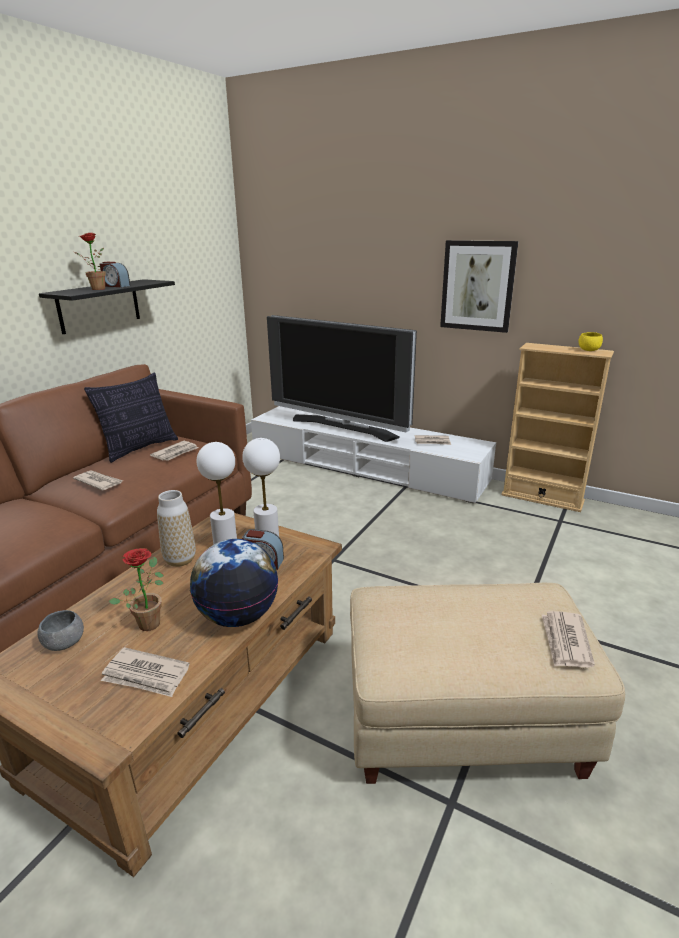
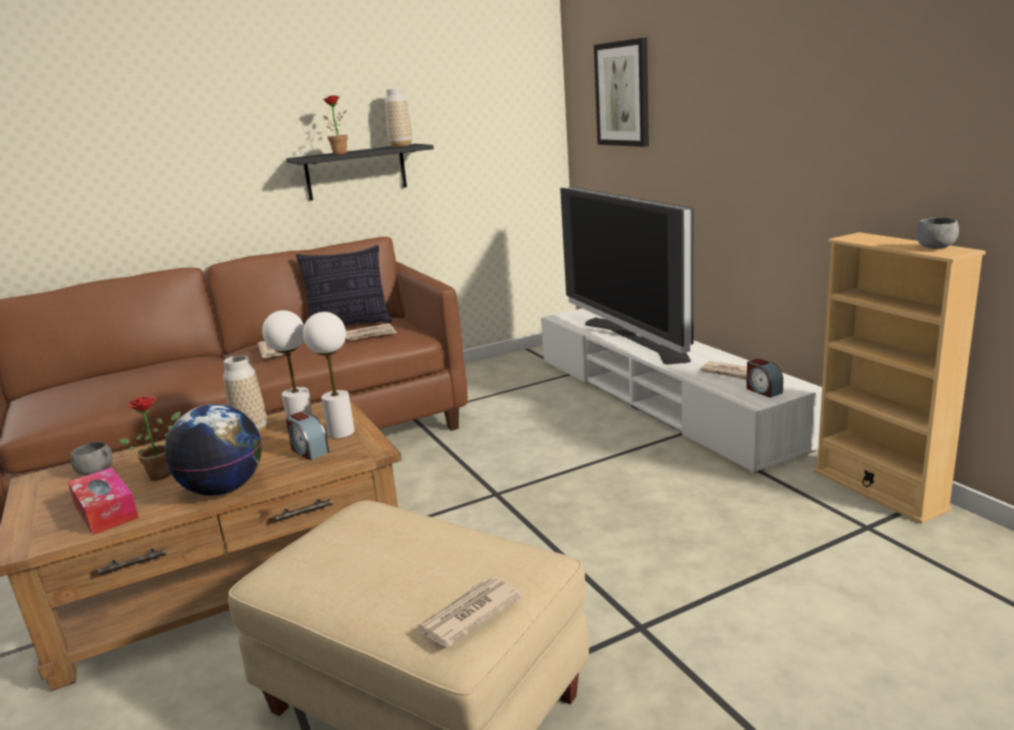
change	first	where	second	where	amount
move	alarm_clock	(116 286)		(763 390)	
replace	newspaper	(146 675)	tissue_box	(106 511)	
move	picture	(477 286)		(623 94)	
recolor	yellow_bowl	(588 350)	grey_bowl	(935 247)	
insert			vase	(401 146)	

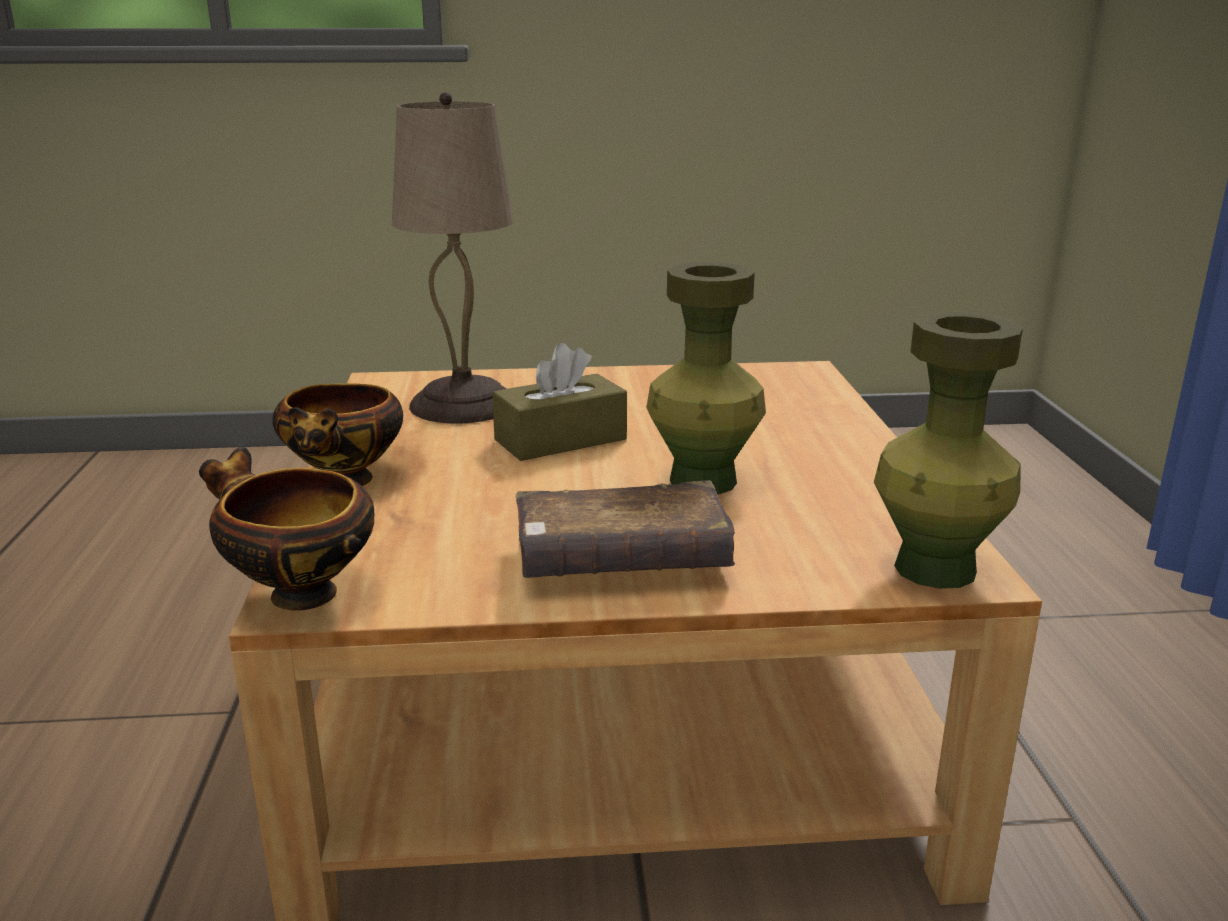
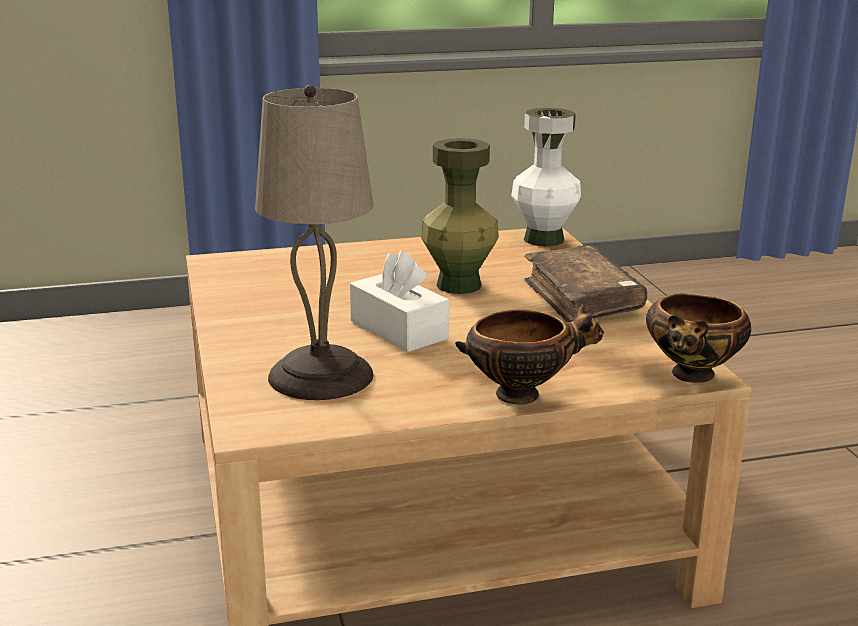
change	first	where	second	where	amount
recolor	brown_tissue_box	(560 439)	white_tissue_box	(398 330)	
recolor	green_vase	(935 569)	white_vase	(544 239)	

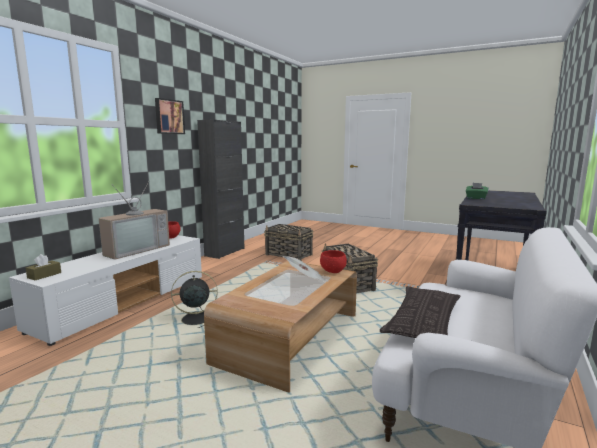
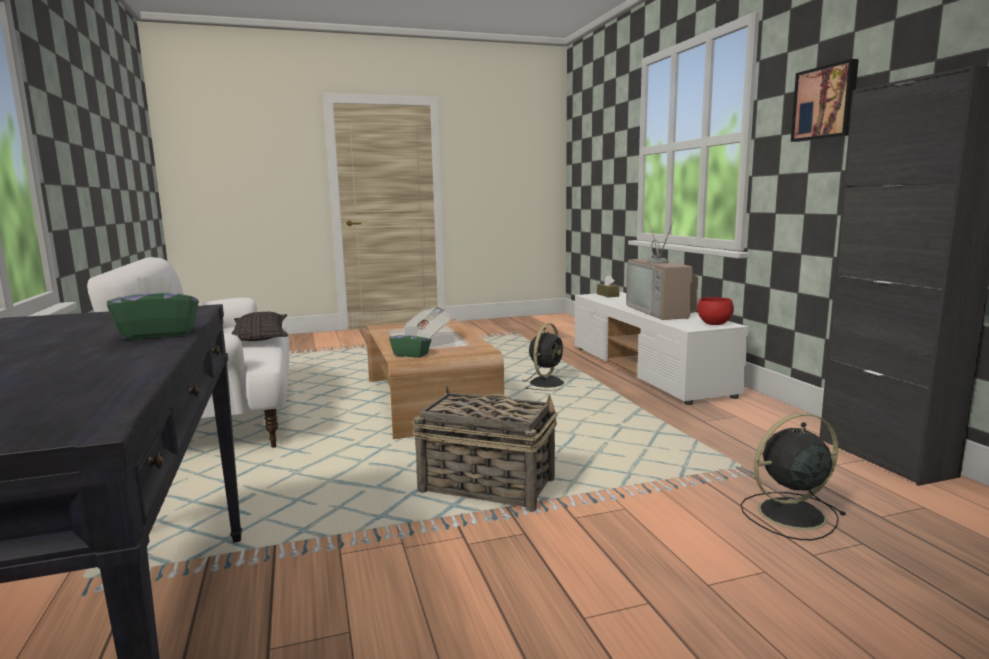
change	first	where	second	where	amount
replace	basket	(289 255)	black_fan	(789 514)	
replace	red_bowl	(333 272)	green_tissue_box	(411 354)	

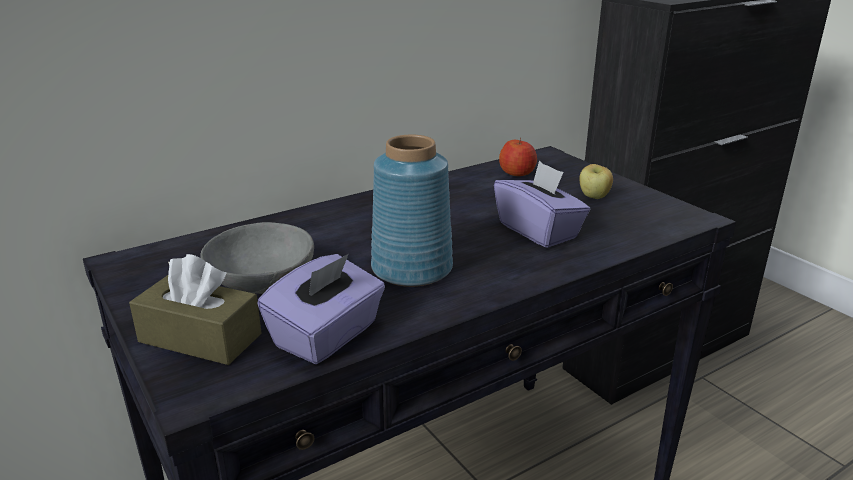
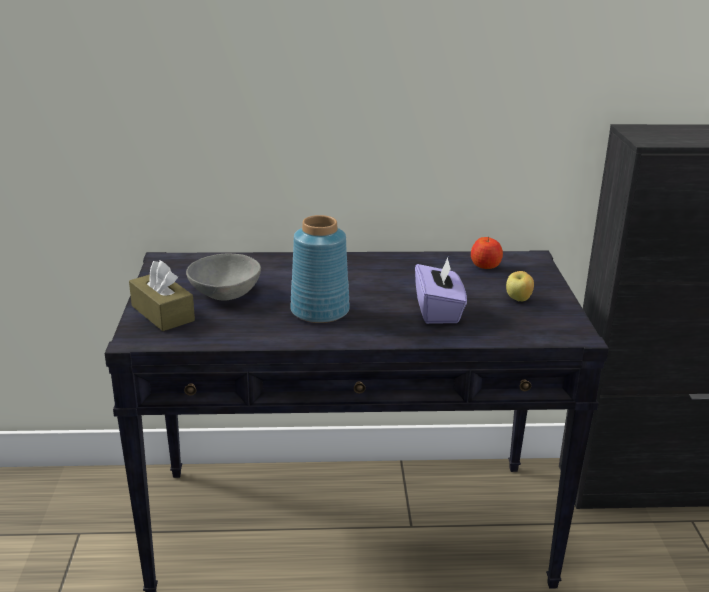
change	first	where	second	where	amount
delete	purple_tissue_box	(327 336)			

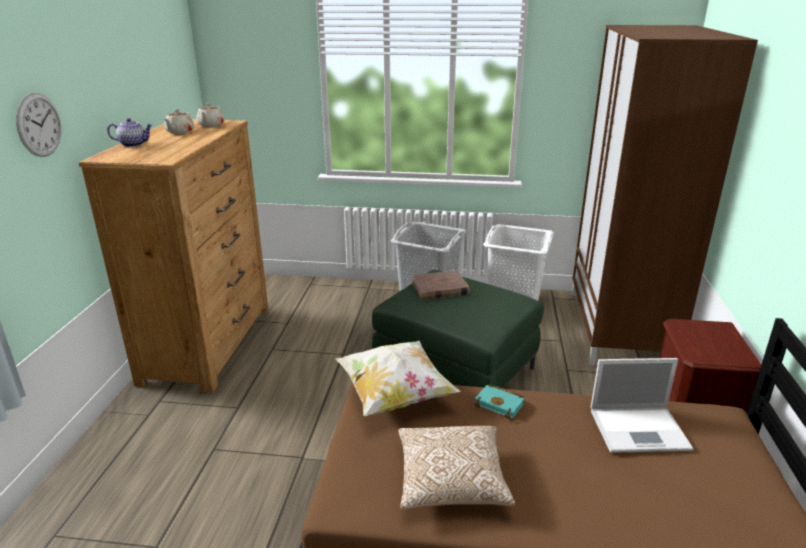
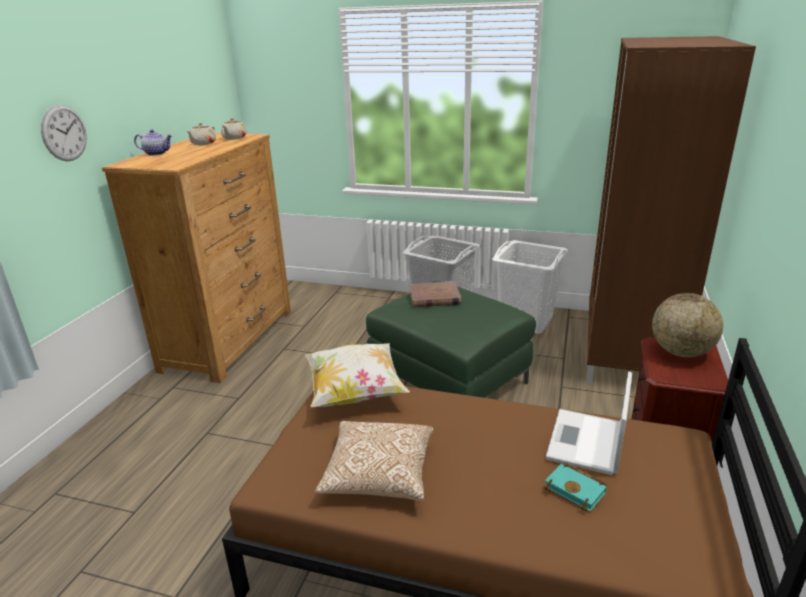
change	first	where	second	where	amount
move	turquoise_book	(501 404)		(577 490)	
rotate	laptop	(640 429)		(586 443)	105 degrees clockwise
insert			globe	(681 352)	

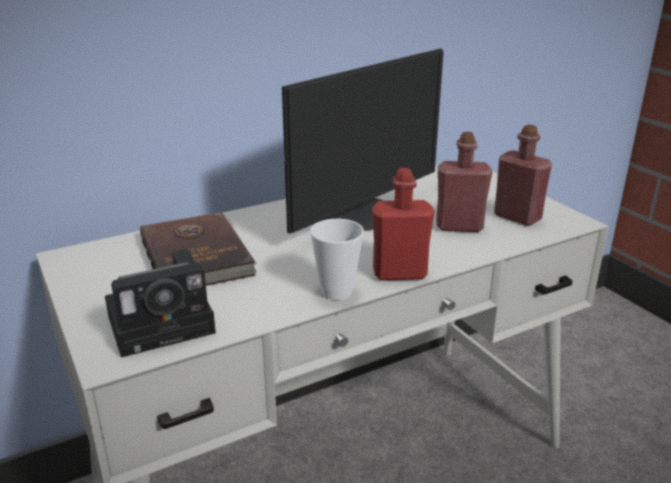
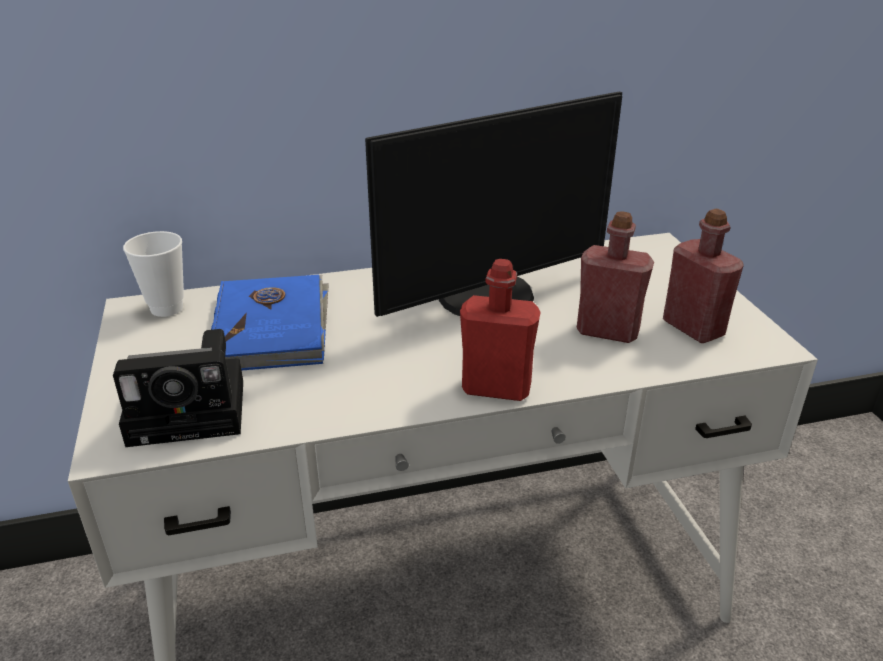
change	first	where	second	where	amount
recolor	brown_book	(198 255)	blue_book	(273 327)	
move	cup	(337 292)		(167 308)	

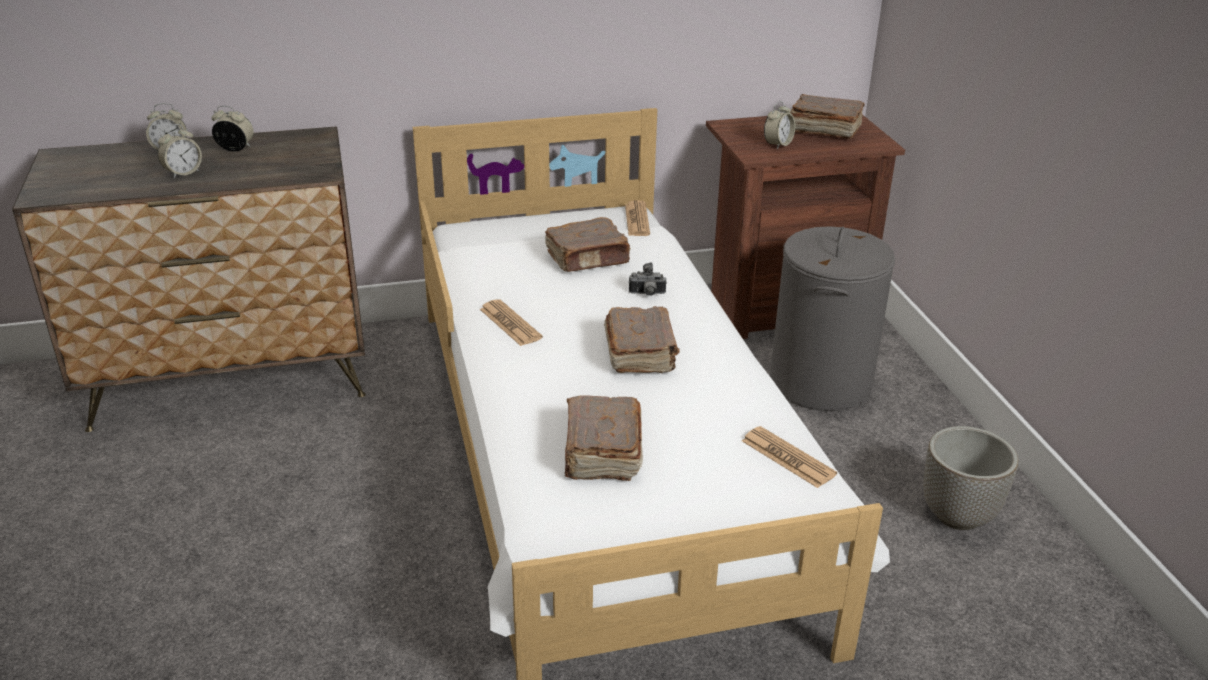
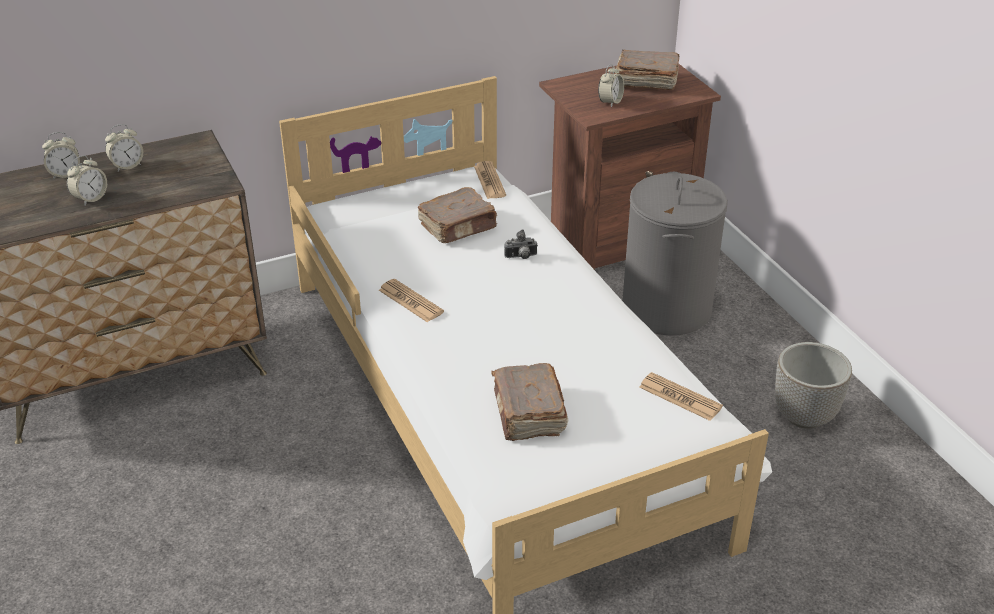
change	first	where	second	where	amount
rotate	alarm_clock	(235 149)		(127 166)	150 degrees clockwise
delete	brown_book	(640 353)			

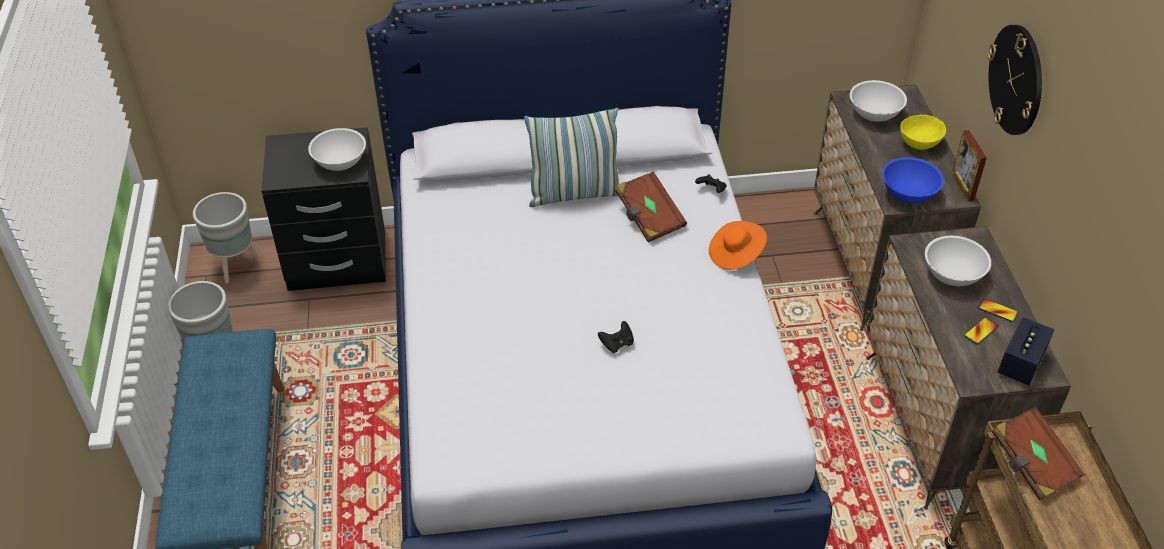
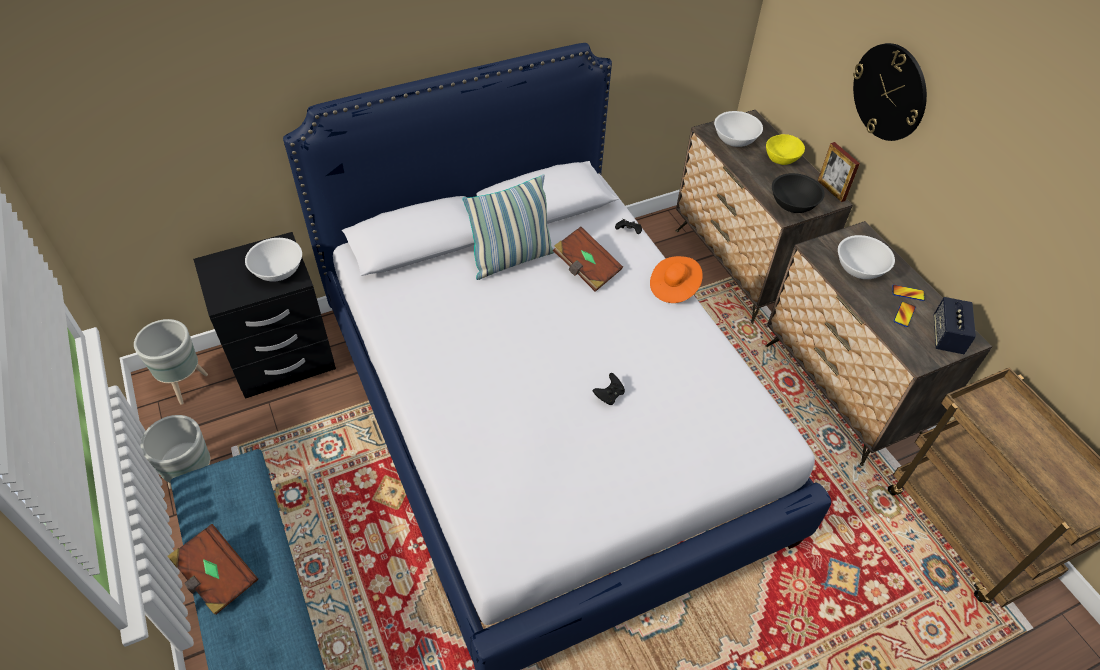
change	first	where	second	where	amount
recolor	blue_bowl	(908 193)	black_bowl	(793 204)	
move	brown_book	(1031 464)		(216 577)	

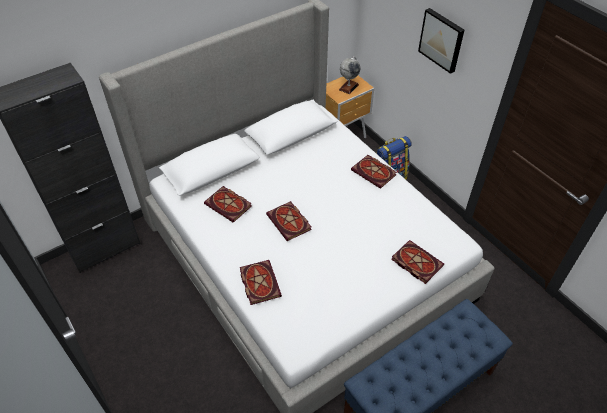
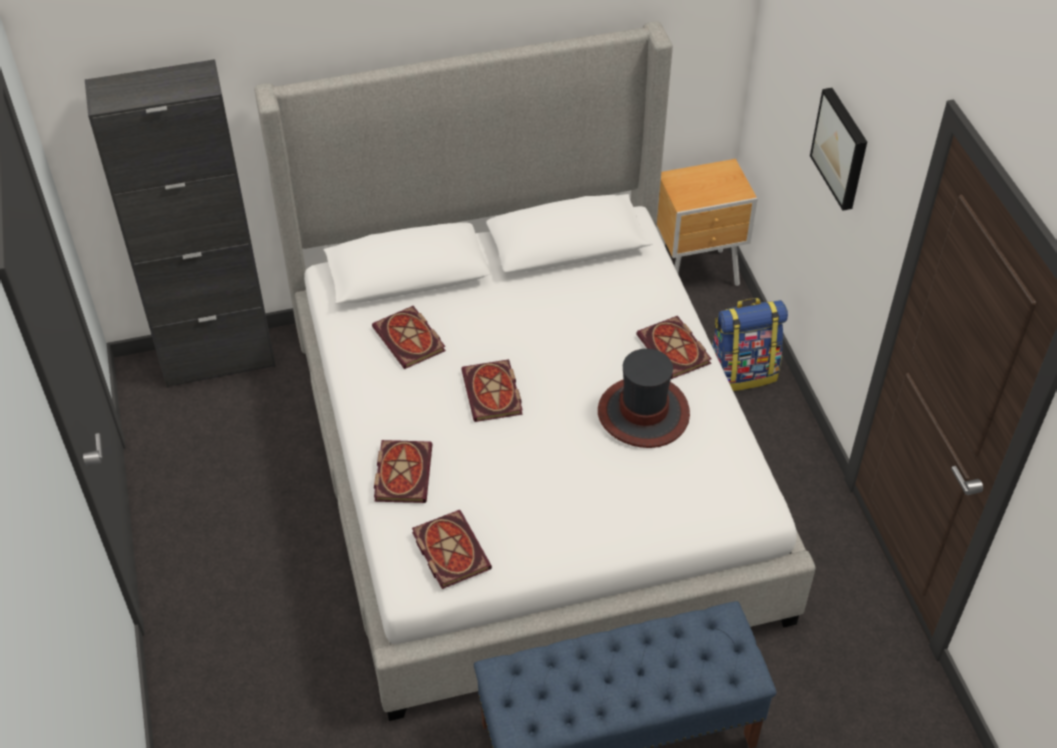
change	first	where	second	where	amount
delete	globe	(348 87)			
move	book	(415 262)		(448 550)	
insert			hat	(644 413)	

